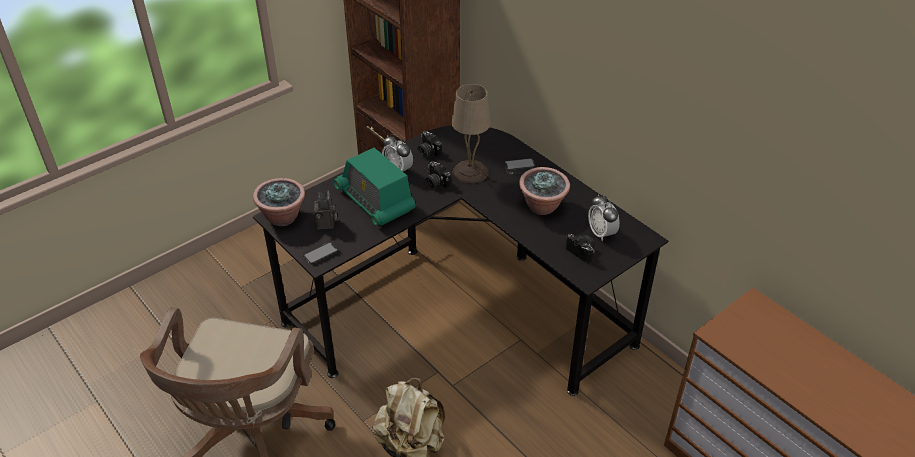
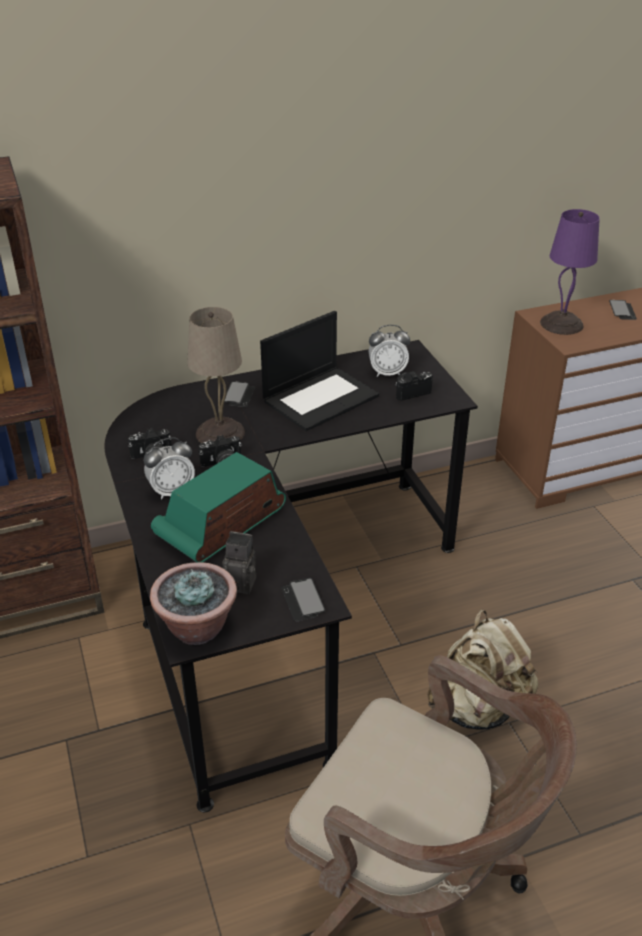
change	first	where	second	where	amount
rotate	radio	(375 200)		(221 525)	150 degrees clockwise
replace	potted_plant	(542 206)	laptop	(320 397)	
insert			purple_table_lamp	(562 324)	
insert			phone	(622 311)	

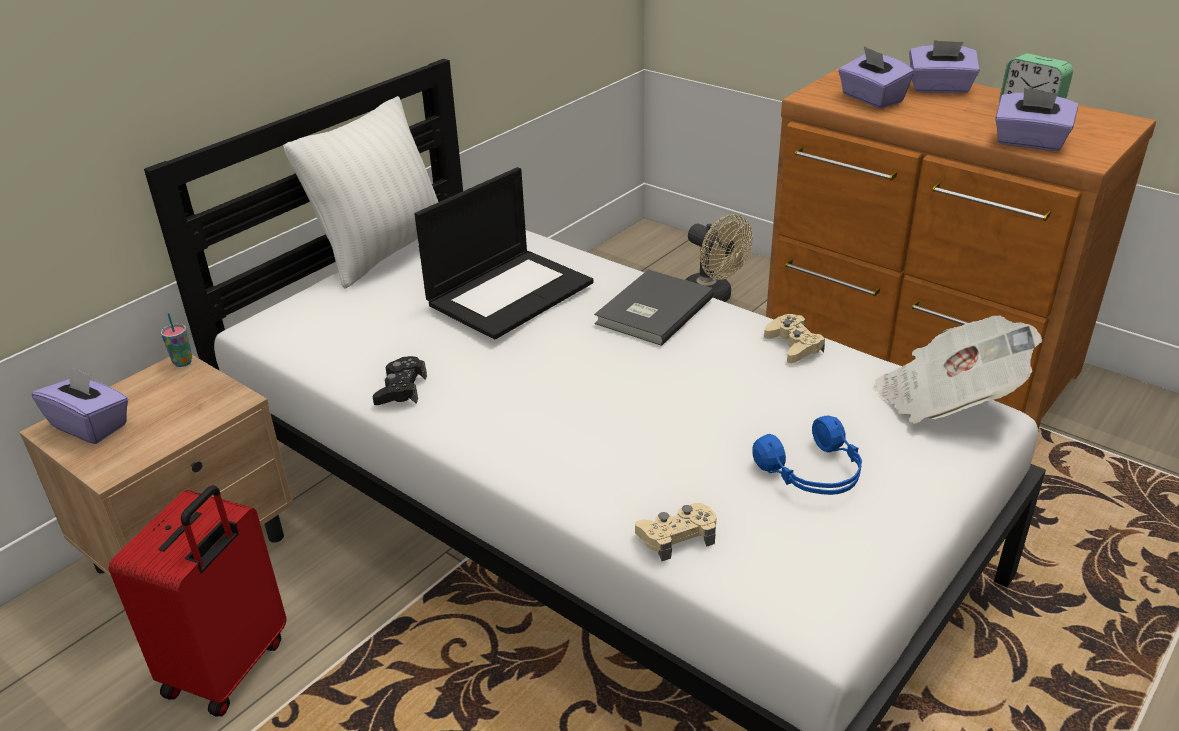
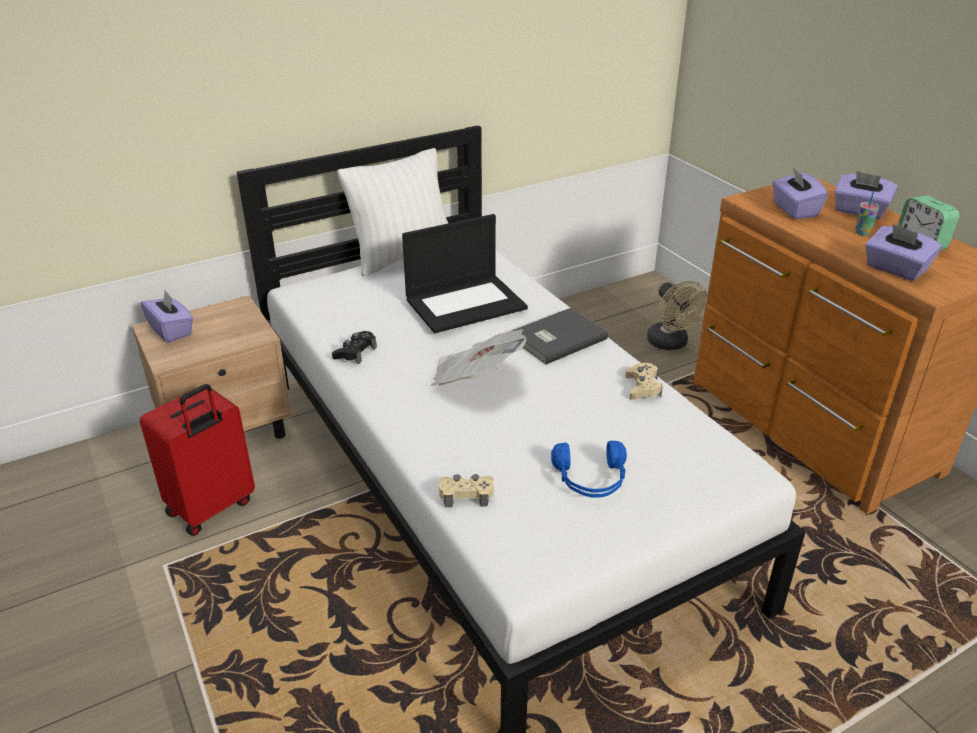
change	first	where	second	where	amount
move	cup	(183 362)		(862 232)	
move	newspaper	(947 399)		(476 379)	

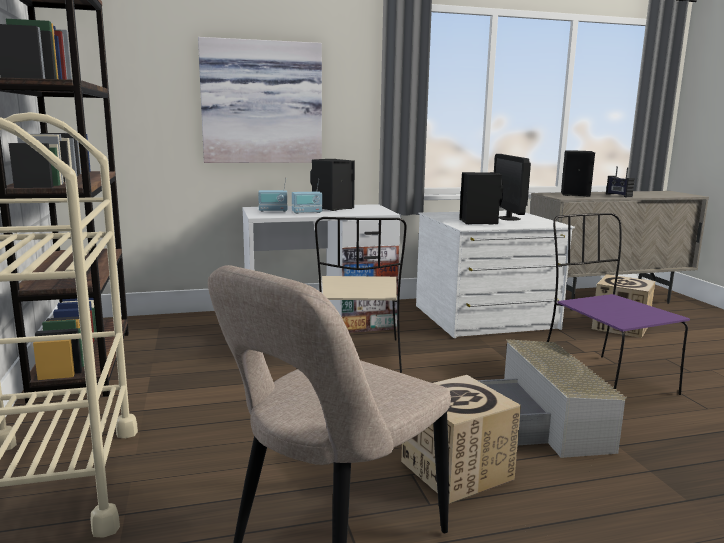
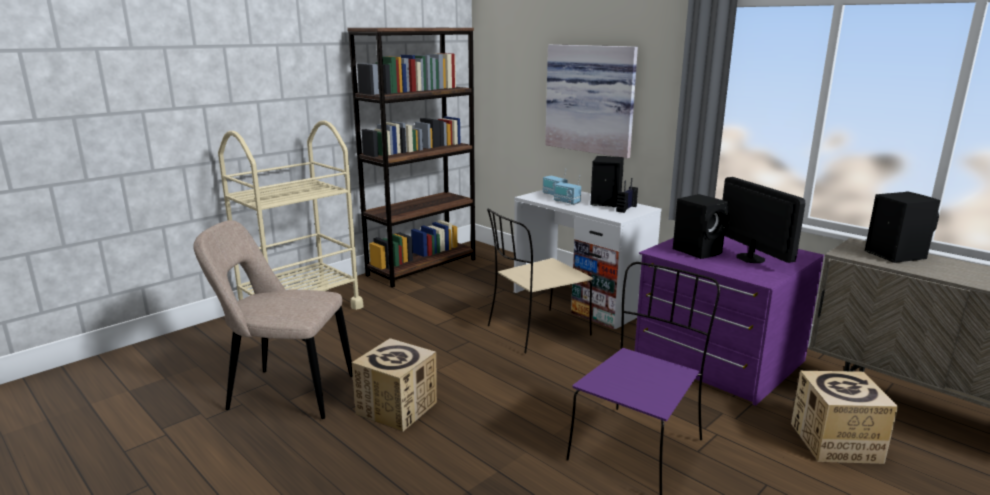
change	first	where	second	where	amount
recolor	white_dresser	(486 318)	purple_dresser	(717 359)	
delete	grey_storage_box	(539 422)			
rotate	monitor	(509 218)		(750 258)	105 degrees clockwise
move	radio	(618 195)		(626 209)	

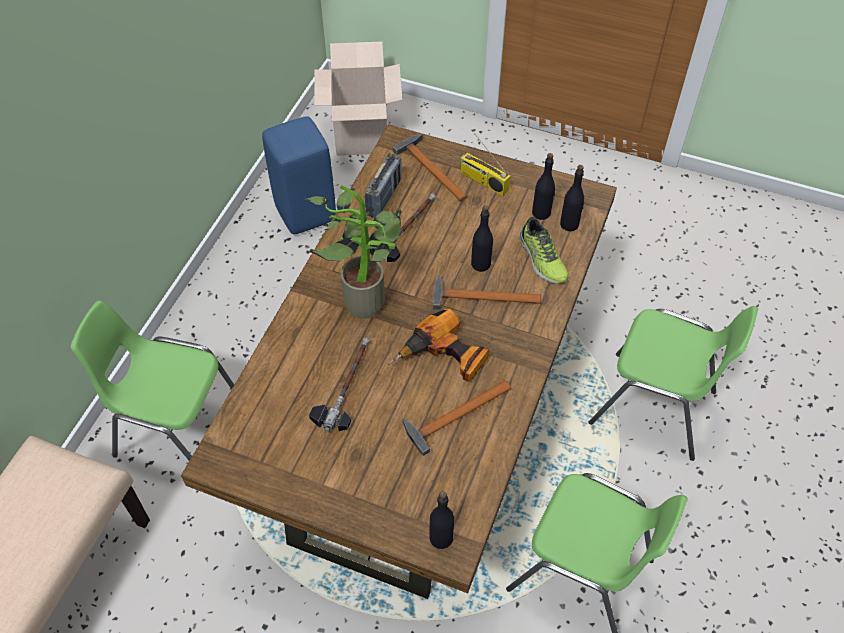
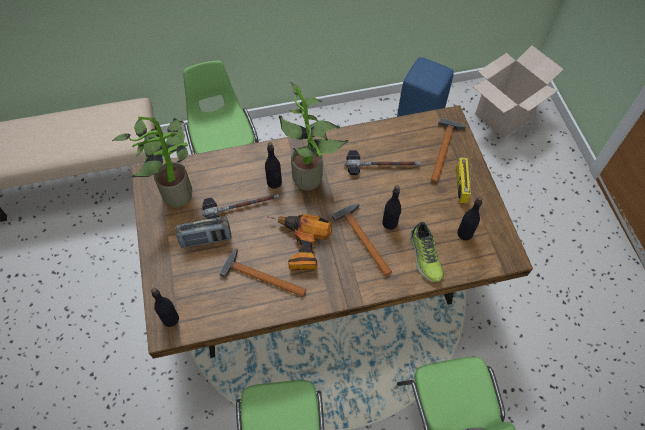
change	first	where	second	where	amount
move	radio	(384 197)		(206 239)	
rotate	shoe	(541 259)		(424 256)	45 degrees counterclockwise
move	black_bottle	(569 224)		(274 182)	
insert			potted_plant	(176 191)	

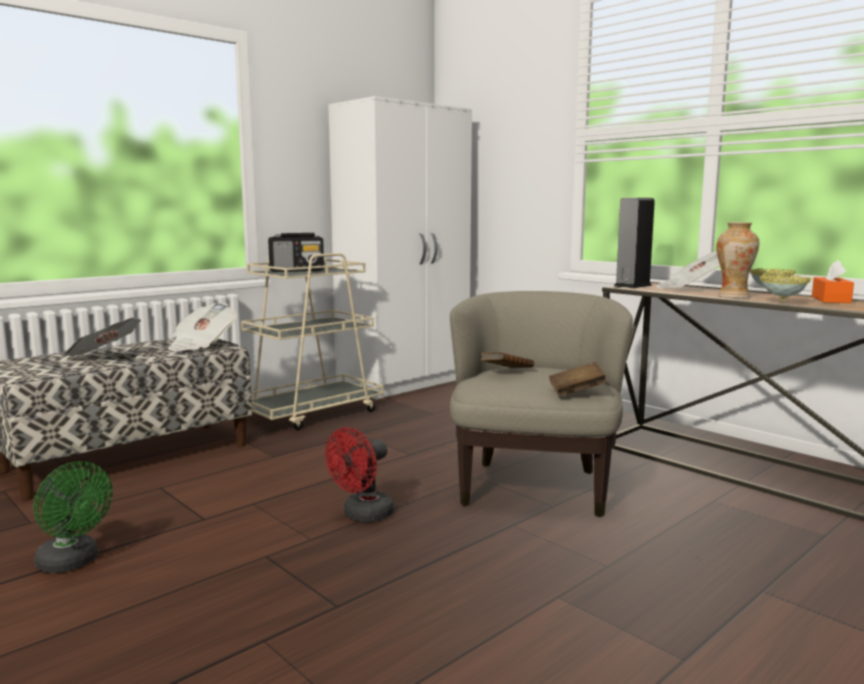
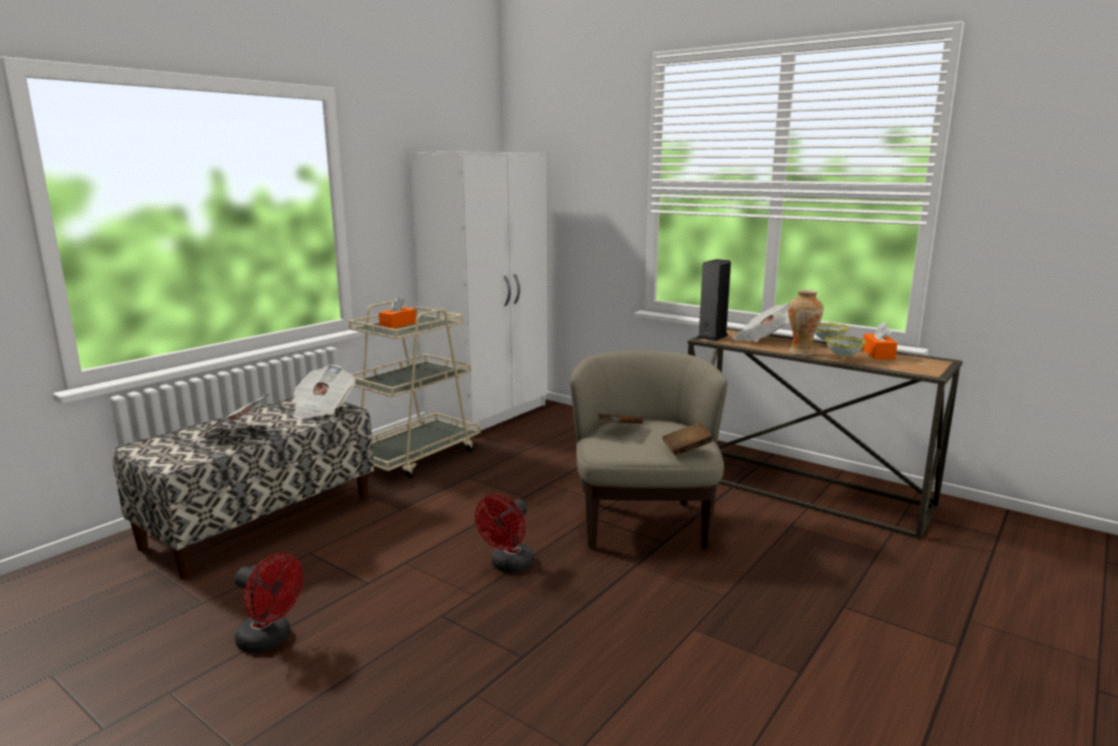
change	first	where	second	where	amount
recolor	green_fan	(73 563)	red_fan	(270 640)	
replace	radio	(297 271)	orange_tissue_box	(398 325)	

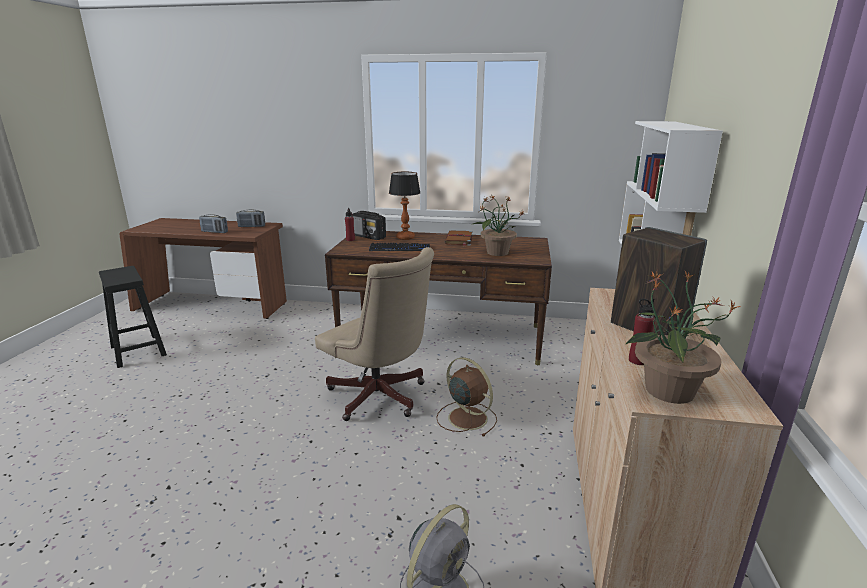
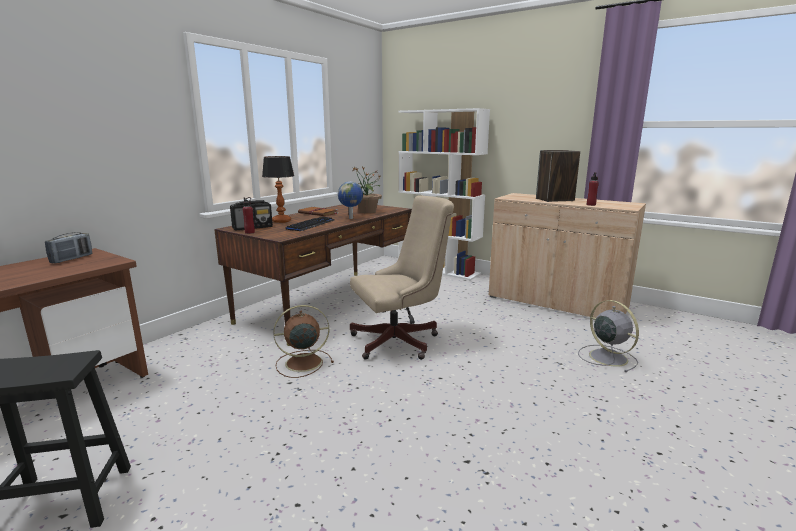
change	first	where	second	where	amount
delete	radio	(214 232)			
move	brown_fan	(466 417)		(302 363)	
delete	potted_plant	(667 391)			
insert			globe	(351 218)	

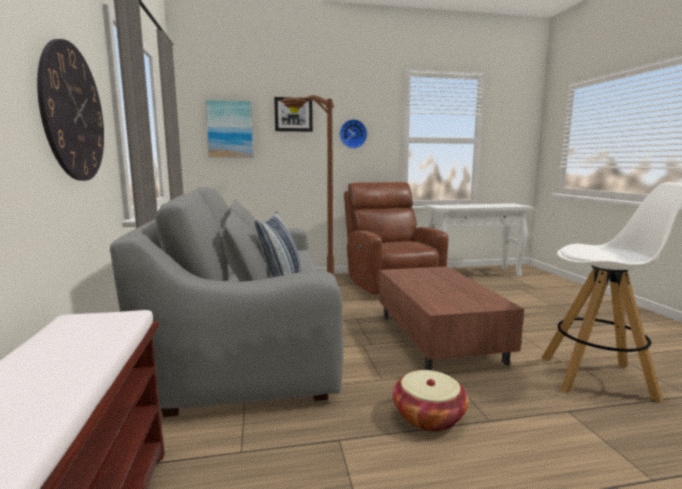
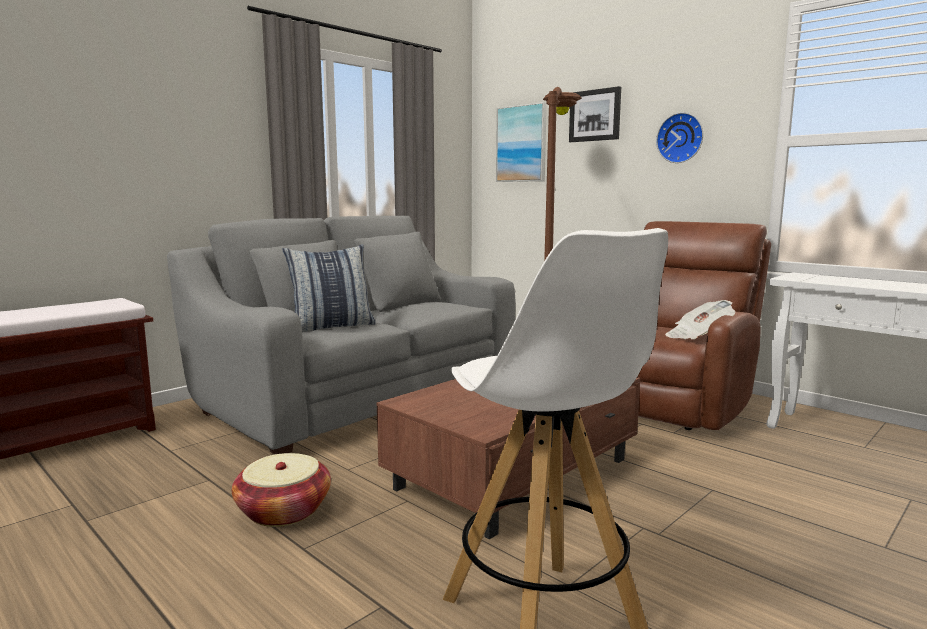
change	first	where	second	where	amount
delete	wall_clock	(73 113)			
insert			newspaper	(698 336)	

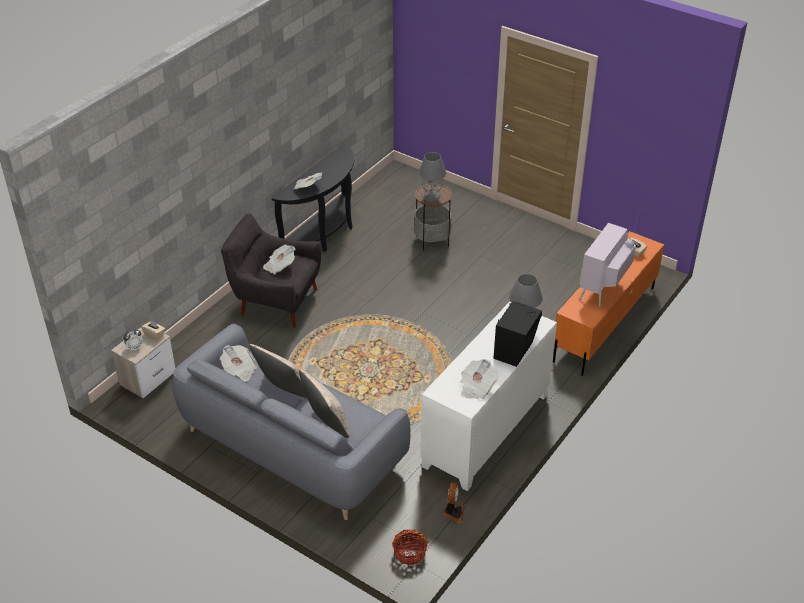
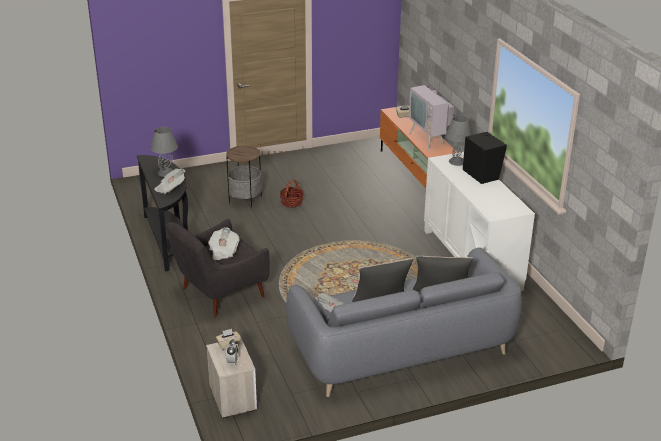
change	first	where	second	where	amount
move	basket	(409 553)		(291 202)	
move	grey_table_lamp	(432 196)		(166 172)	
delete	fan	(453 512)			
delete	newspaper	(476 387)			

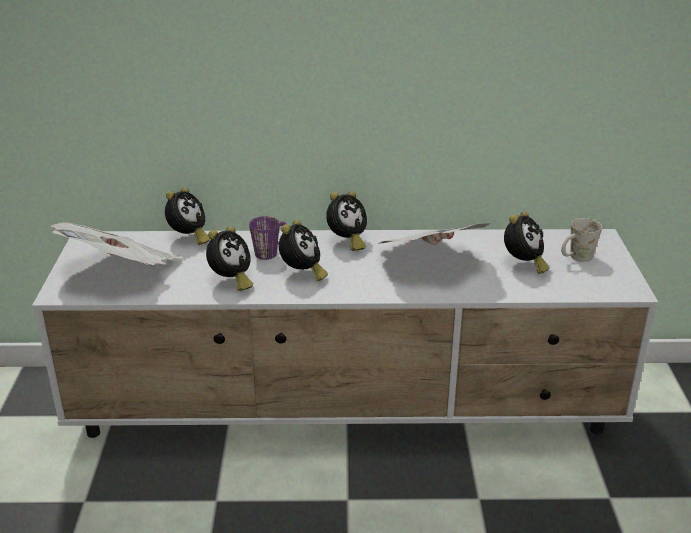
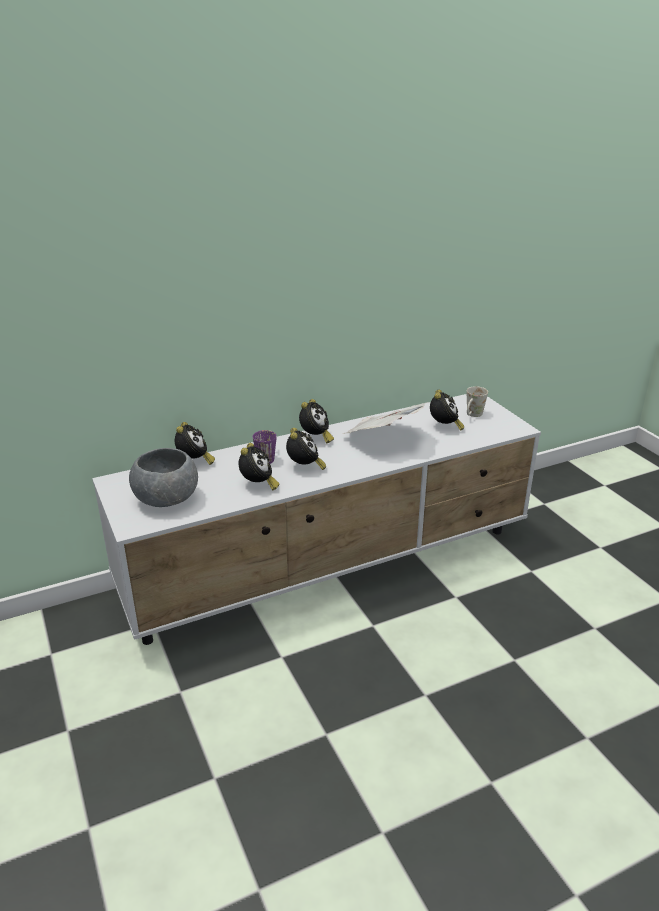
change	first	where	second	where	amount
replace	newspaper	(122 272)	grey_bowl	(167 499)	

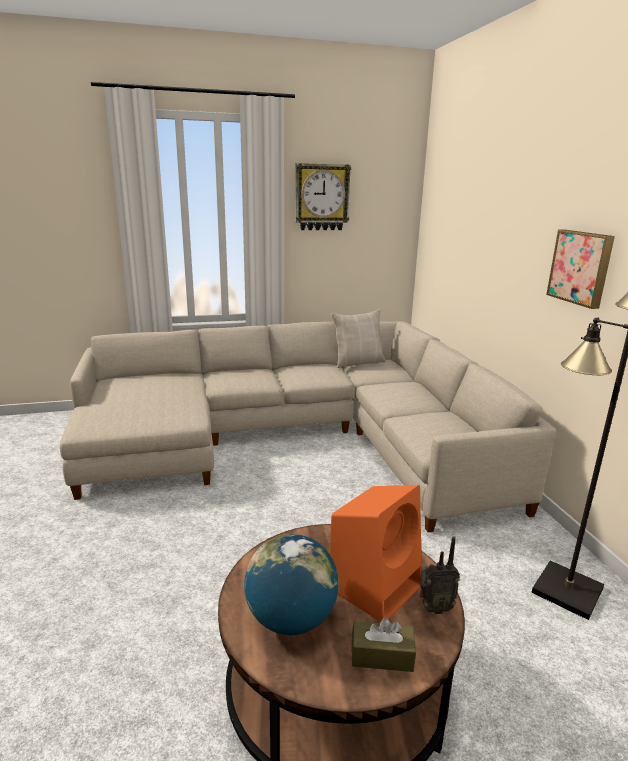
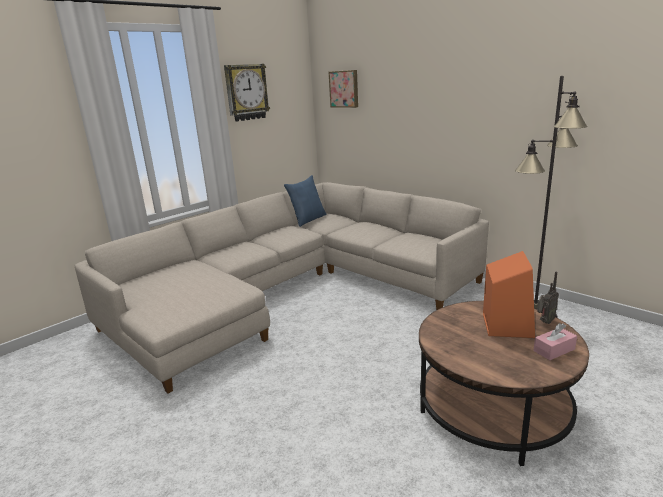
change	first	where	second	where	amount
delete	globe	(291 619)			
recolor	beige_pillow	(358 362)	blue_pillow	(307 220)	
recolor	brown_tissue_box	(382 655)	pink_tissue_box	(554 350)	
move	picture	(581 267)		(344 89)	

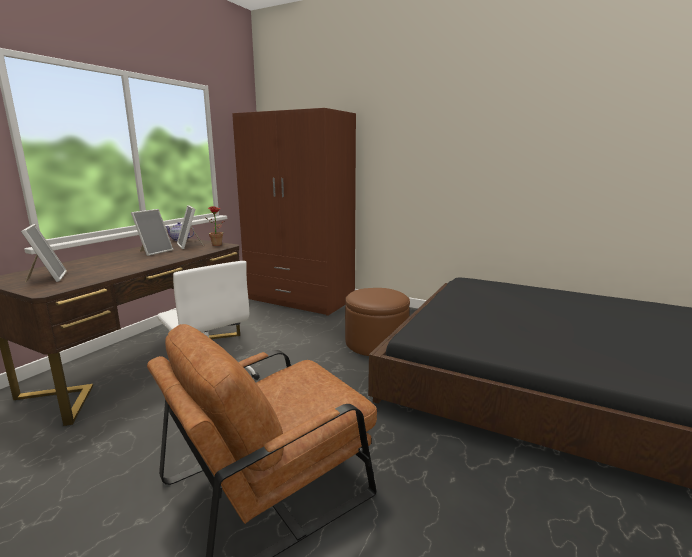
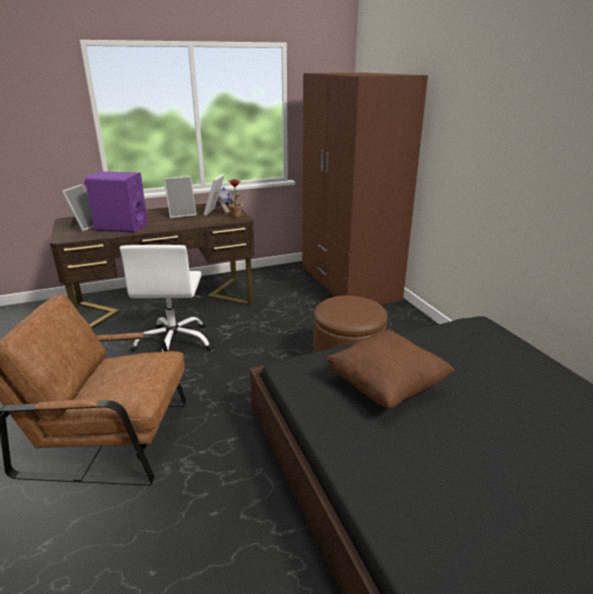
change	first	where	second	where	amount
insert			purple_speaker	(121 227)	
insert			brown_pillow	(386 386)	

